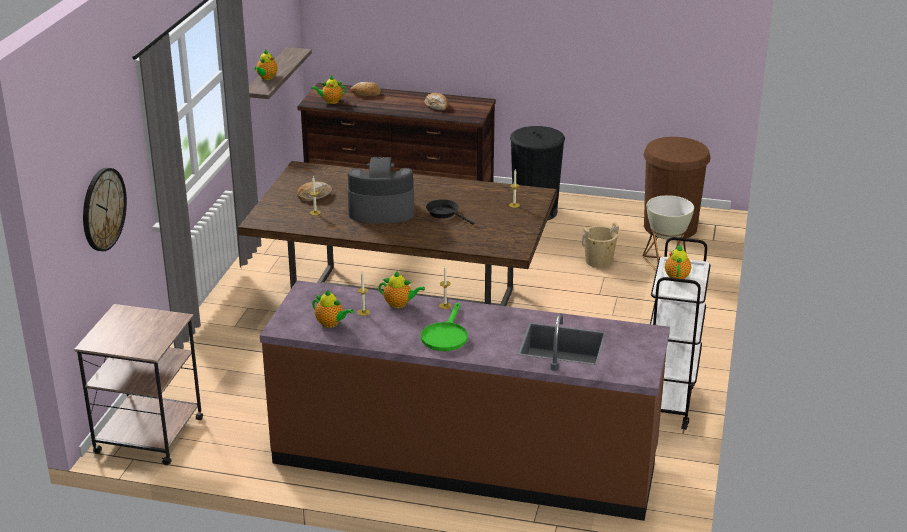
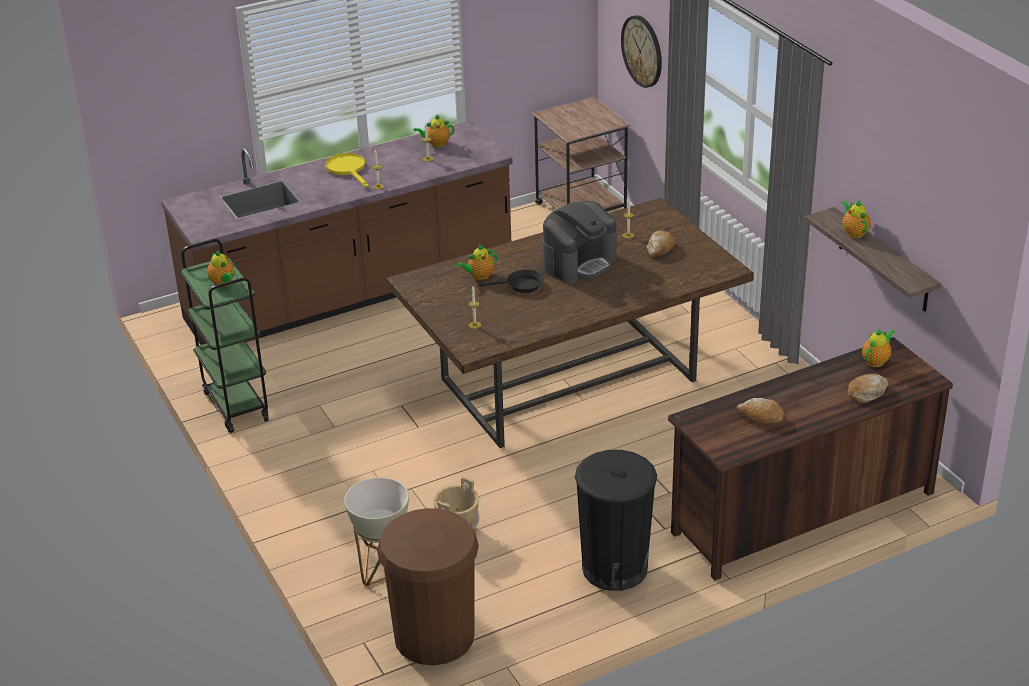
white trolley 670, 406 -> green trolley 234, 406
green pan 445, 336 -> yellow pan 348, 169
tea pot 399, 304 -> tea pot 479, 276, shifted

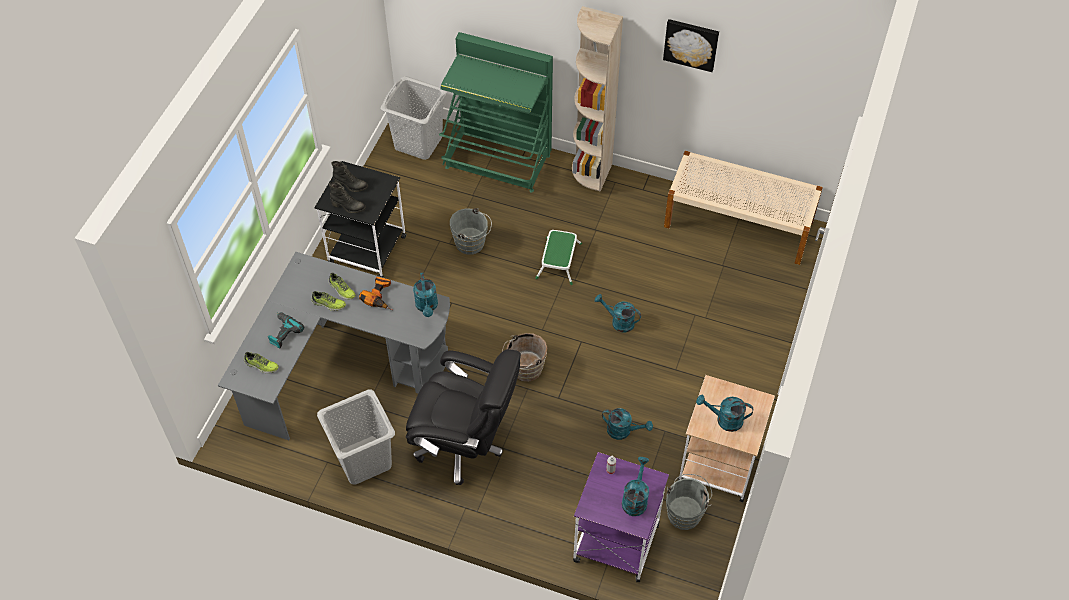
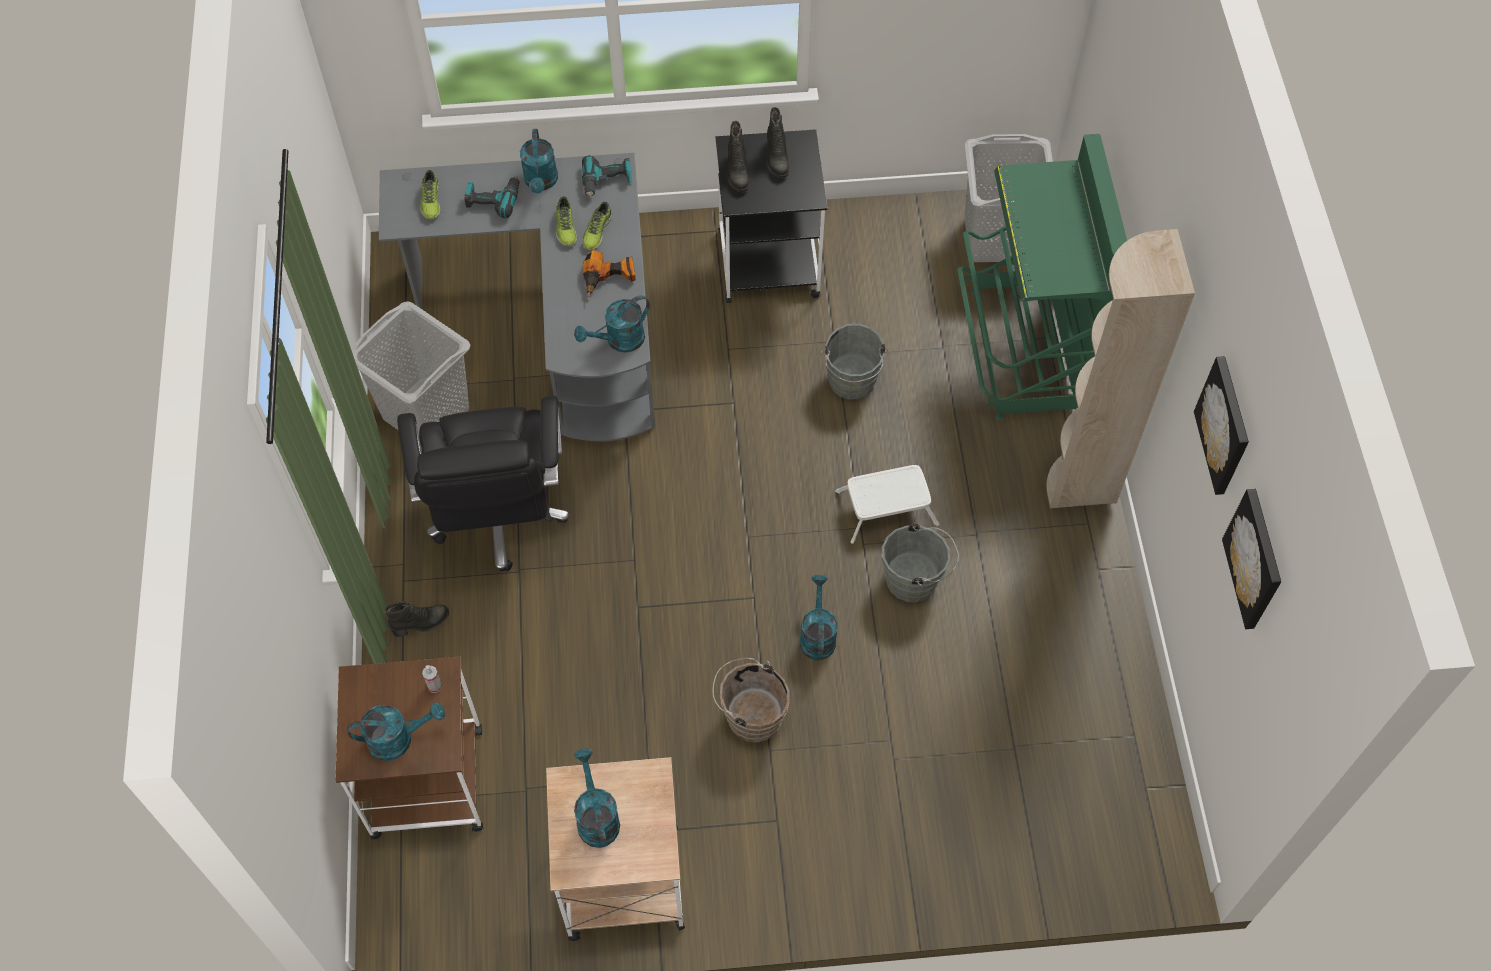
purplish trolley 615, 541 -> brown trolley 427, 780
none -> black boot 421, 624
turquoise-coloured watering can 623, 431 -> turquoise-coloured watering can 541, 182, shifted
none -> drill 607, 182
brown bucket 524, 369 -> brown bucket 750, 715, shifted
green step stool 558, 260 -> white step stool 886, 507
greyish bucket 685, 512 -> greyish bucket 915, 580, shifted
none -> picture 1256, 559
beige long seat 738, 223 -> none

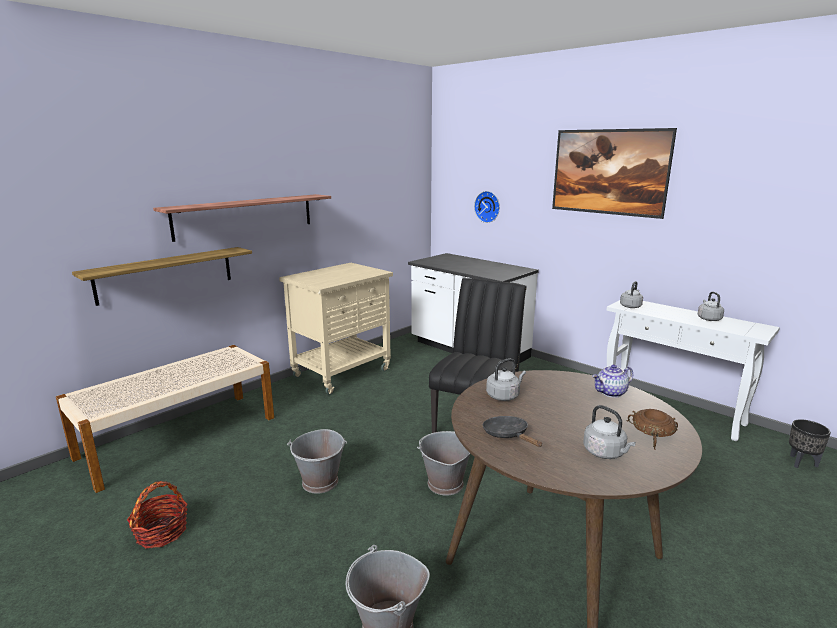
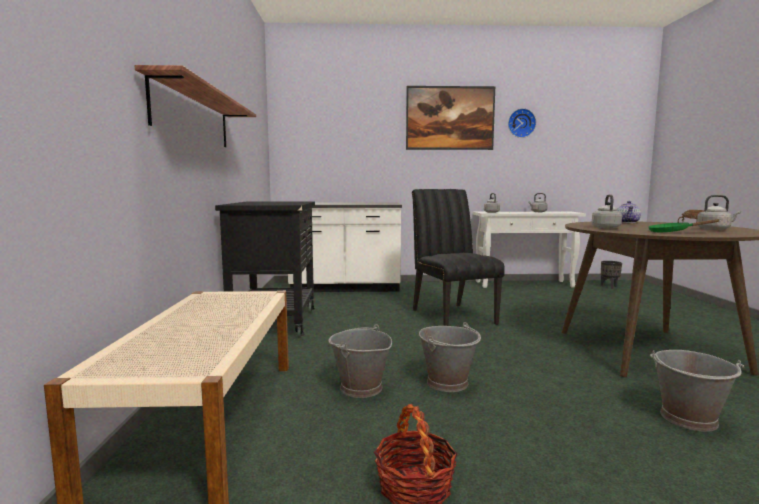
beige trolley 342, 373 -> black trolley 275, 323
greyish bucket 444, 484 -> greyish bucket 360, 388, shifted
hanging clock 488, 206 -> hanging clock 521, 123, shifted
black pan 508, 435 -> green pan 672, 232
wall shelf 166, 274 -> none

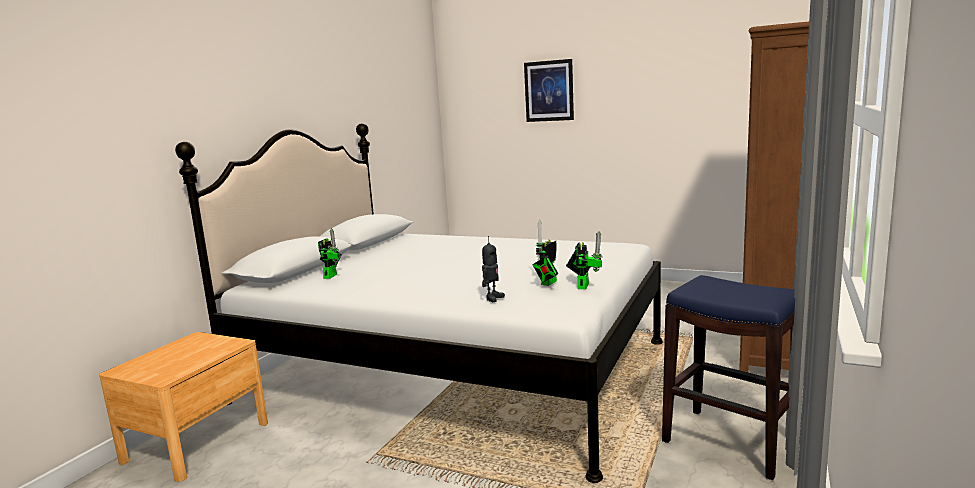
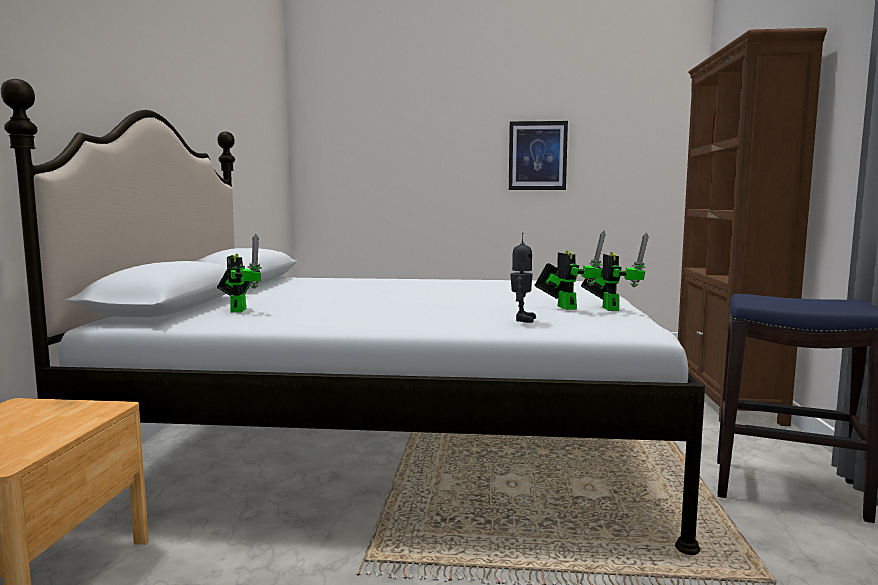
picture 549, 91 -> picture 537, 156, shifted
robot figure 547, 283 -> robot figure 565, 307, 150 degrees clockwise

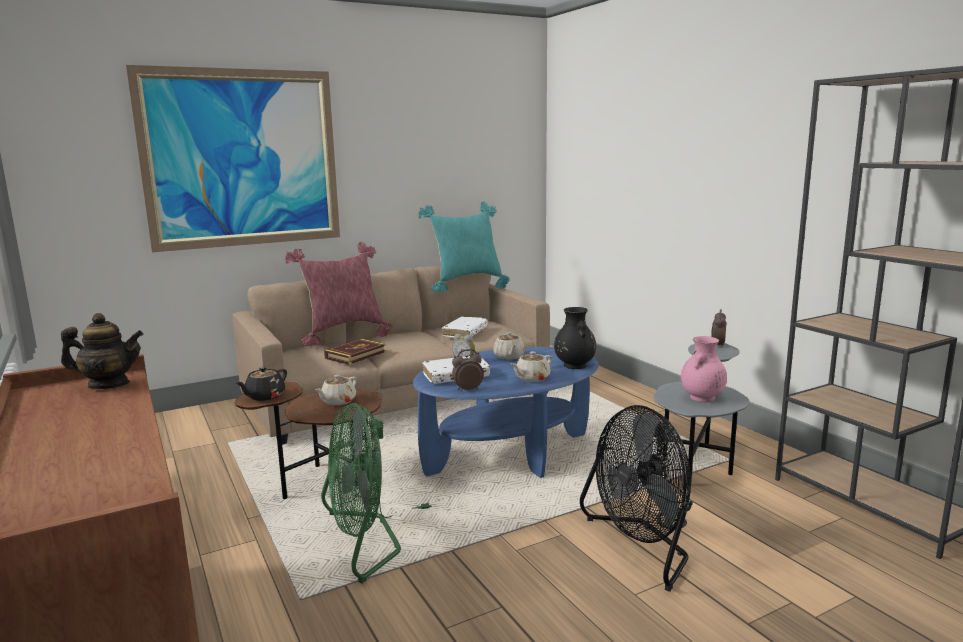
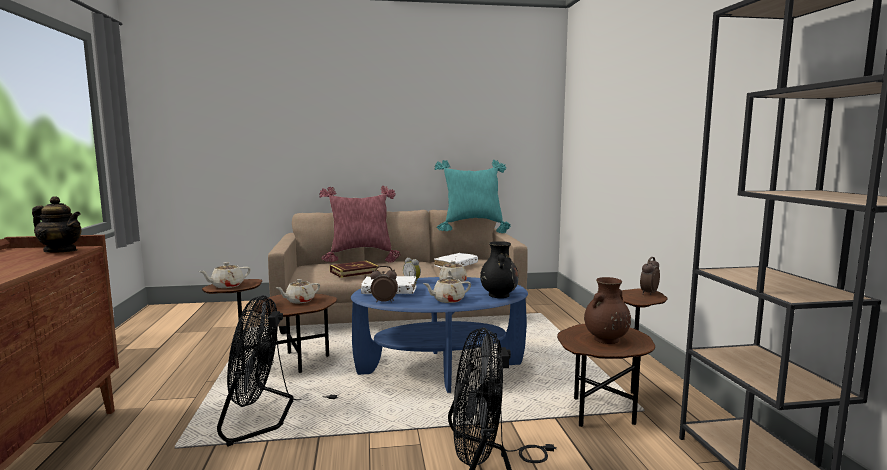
black tea pot 264, 396 -> beige tea pot 226, 286
green electric fan 370, 537 -> black electric fan 271, 412
greyish side table 698, 461 -> brown side table 610, 406
pinkish decorative vase 702, 398 -> brown decorative vase 605, 339
picture 242, 159 -> none

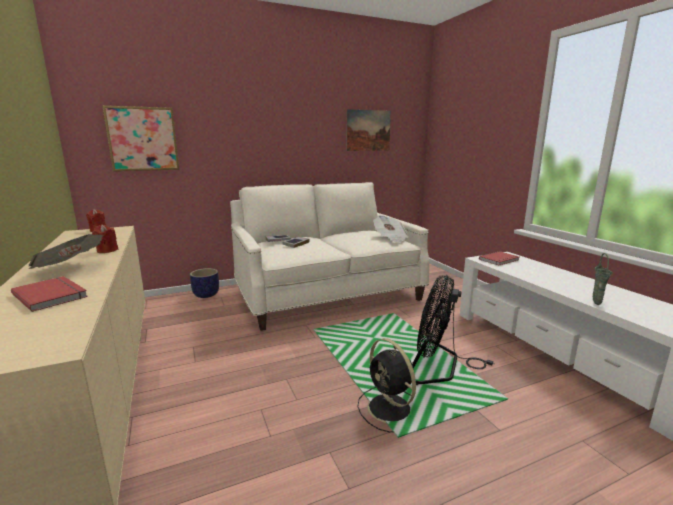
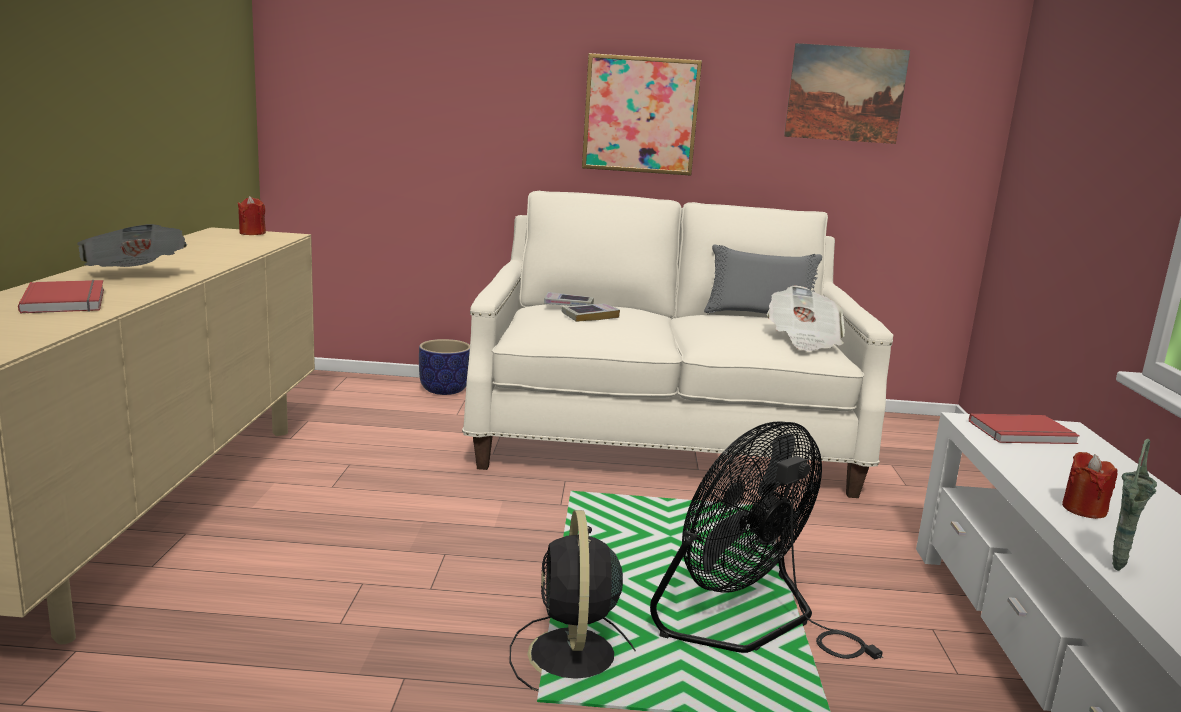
picture 143, 139 -> picture 640, 115, shifted
none -> greyish pillow 758, 316
red wax candle 107, 250 -> red wax candle 1084, 509, shifted

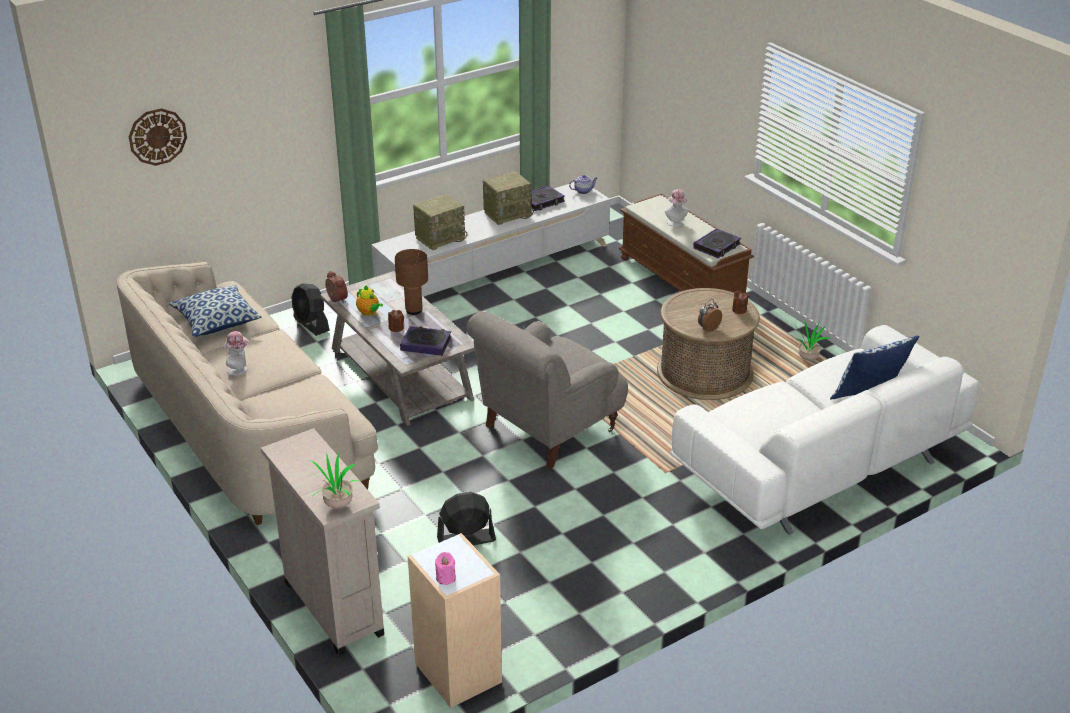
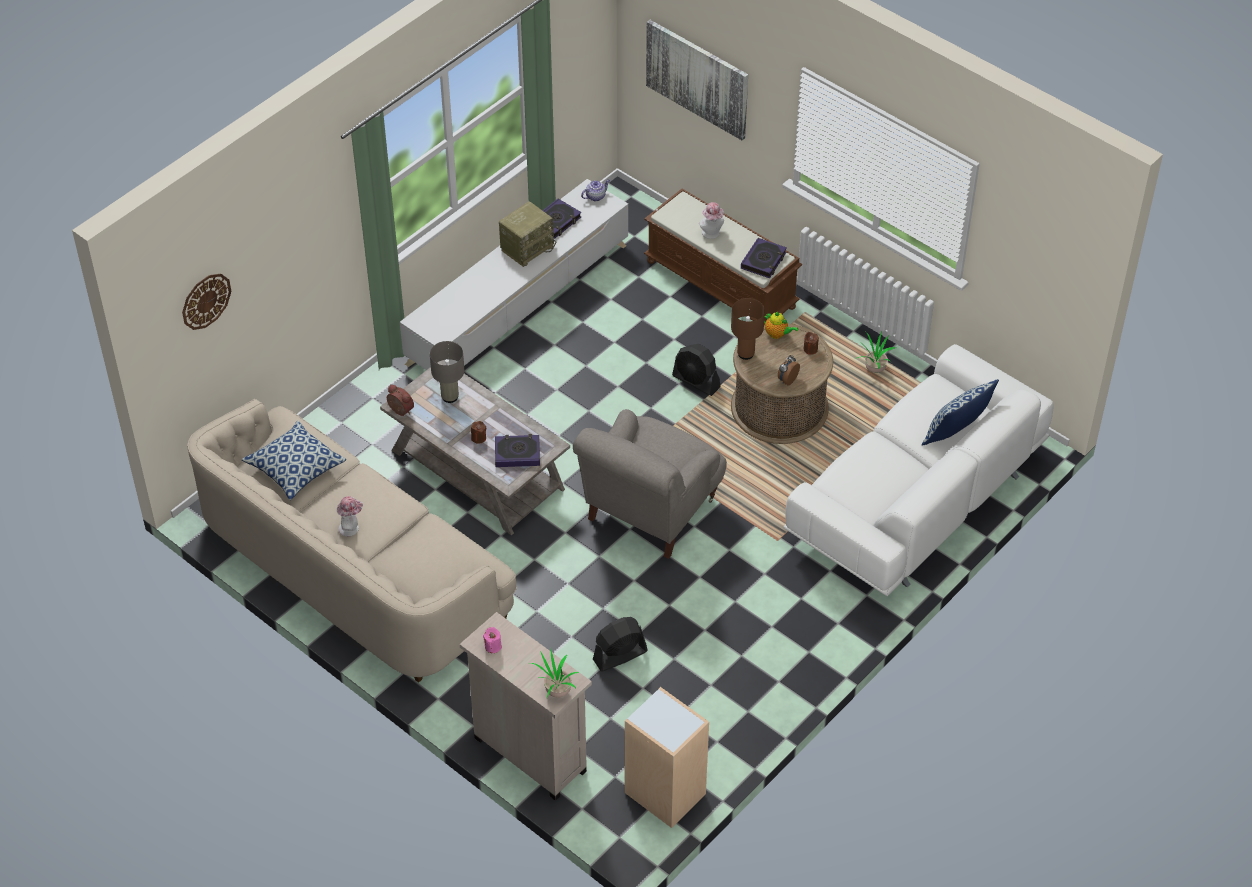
none -> greyish tabletop lamp 449, 396
pinkish wax candle 445, 578 -> pinkish wax candle 493, 646, shifted
none -> picture 697, 78
black electric fan 311, 324 -> black electric fan 696, 381, shifted
brown tabletop lamp 413, 311 -> brown tabletop lamp 745, 354, shifted
tea pot 369, 313 -> tea pot 777, 334, shifted
radio set 440, 238 -> none

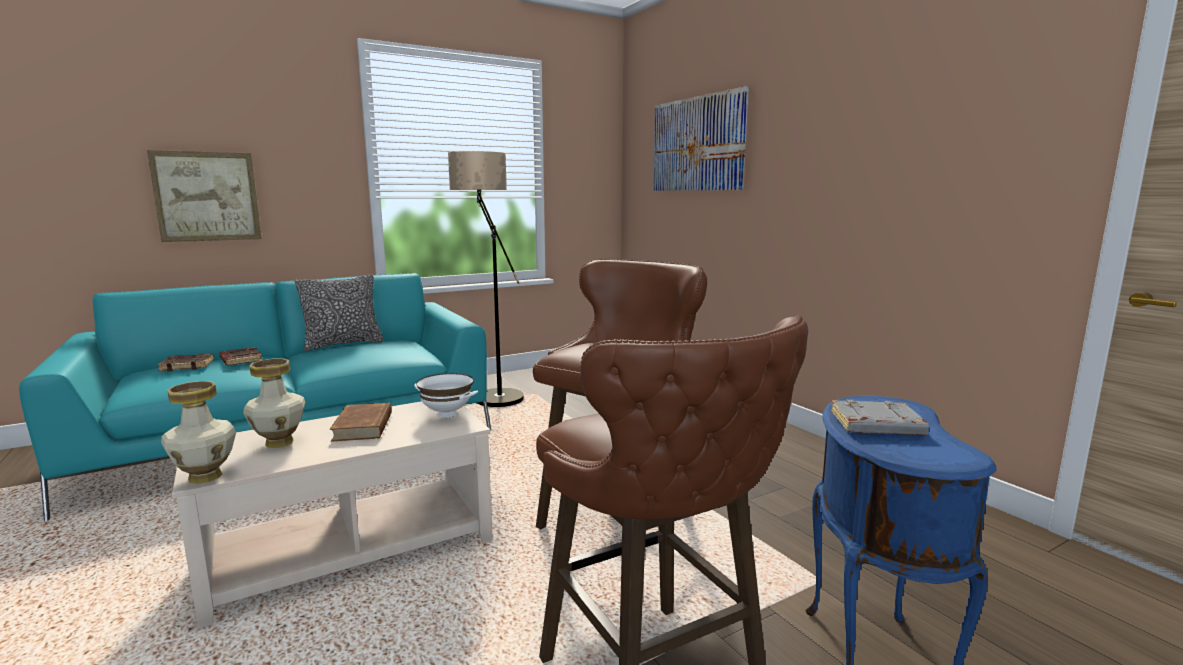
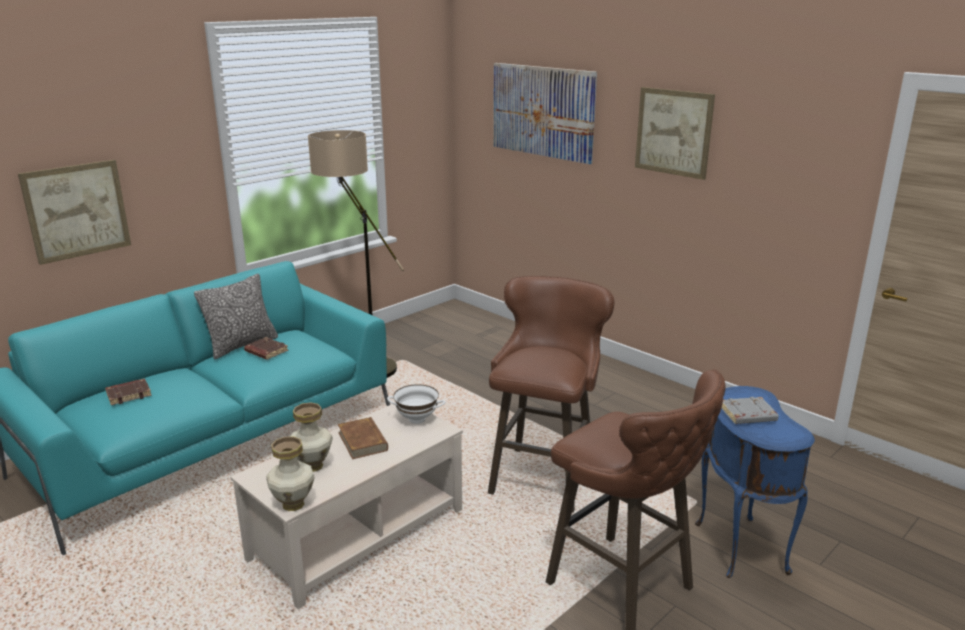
brown bound book 240, 360 -> brown bound book 265, 352, shifted
none -> picture 673, 132

